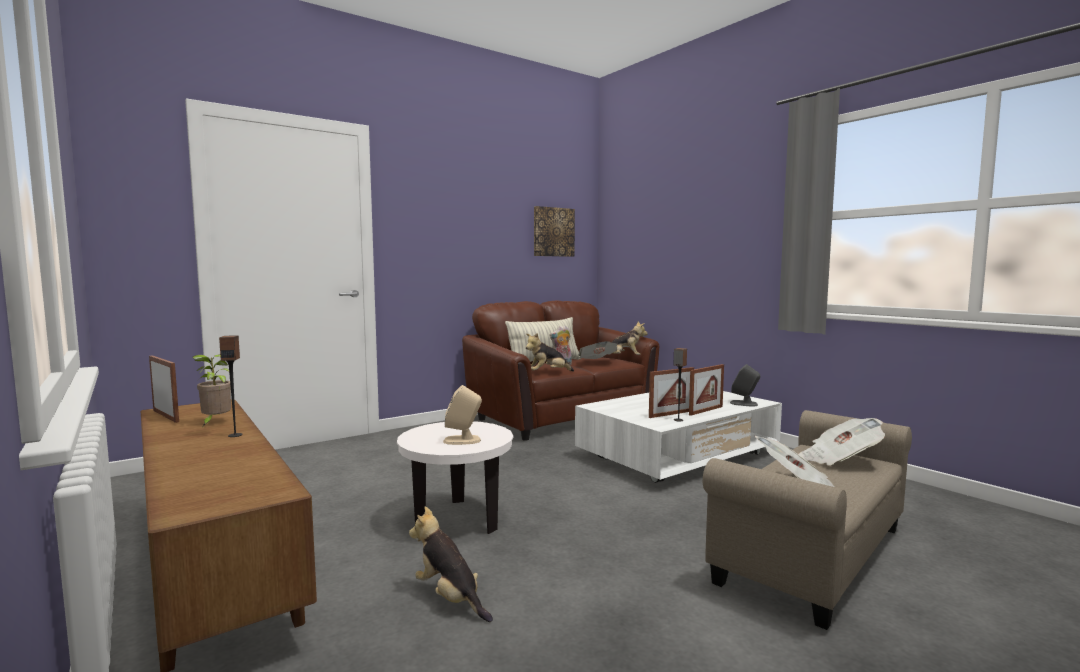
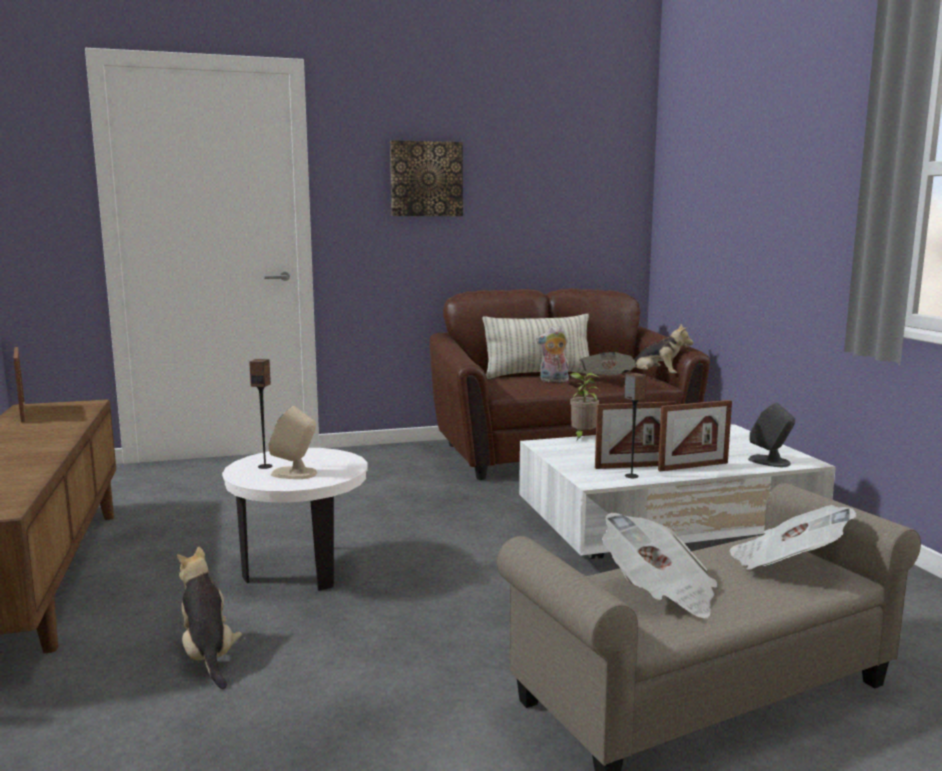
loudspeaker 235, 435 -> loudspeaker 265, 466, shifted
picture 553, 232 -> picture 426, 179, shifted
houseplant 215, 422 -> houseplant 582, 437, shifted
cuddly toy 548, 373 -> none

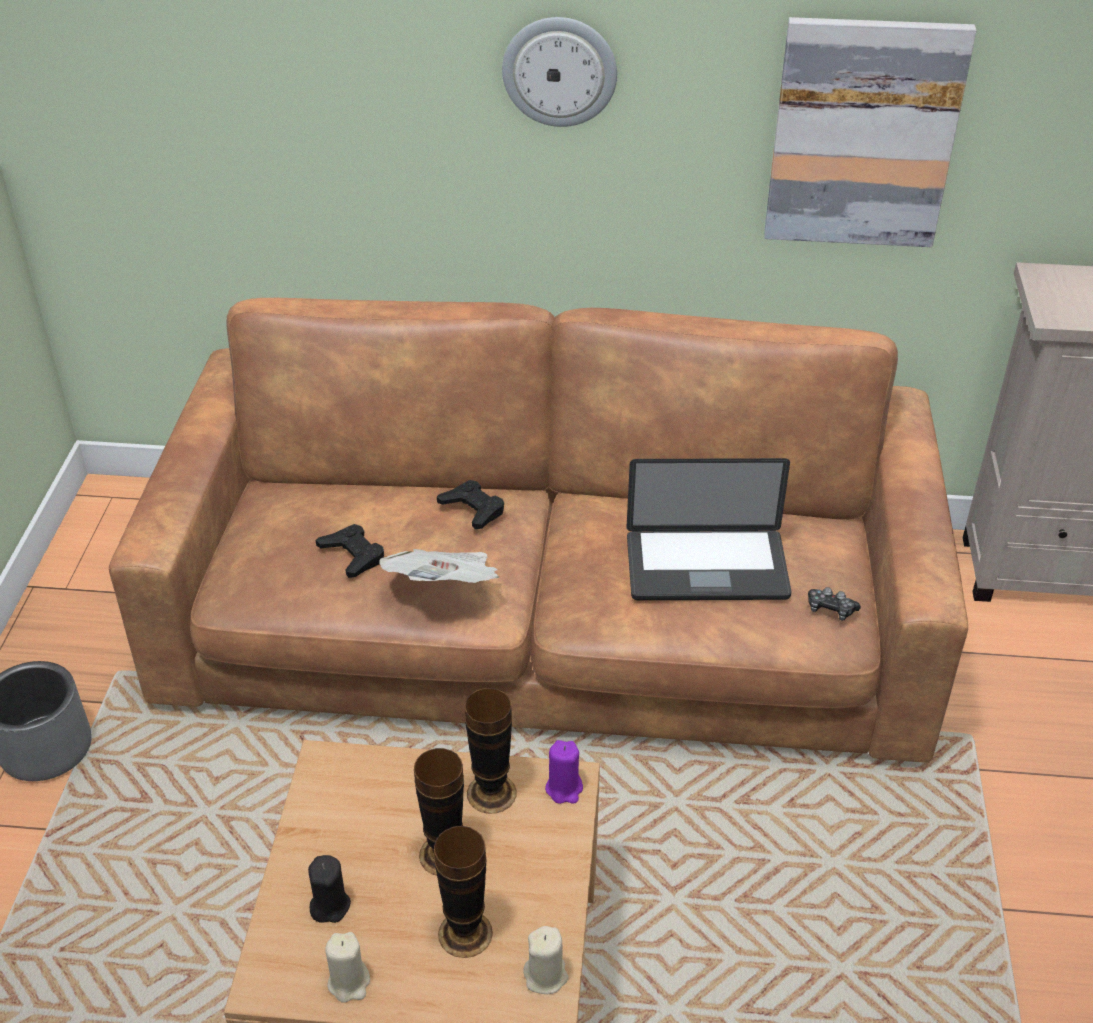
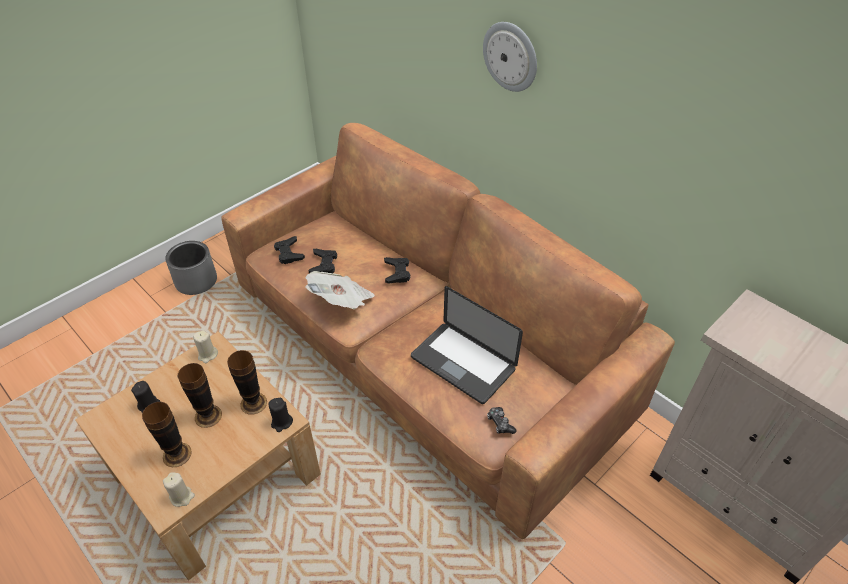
beige wax candle 349, 982 -> beige wax candle 207, 355, shifted
purplish wax candle 564, 788 -> black wax candle 281, 422
none -> black joypad 289, 253
picture 863, 134 -> none

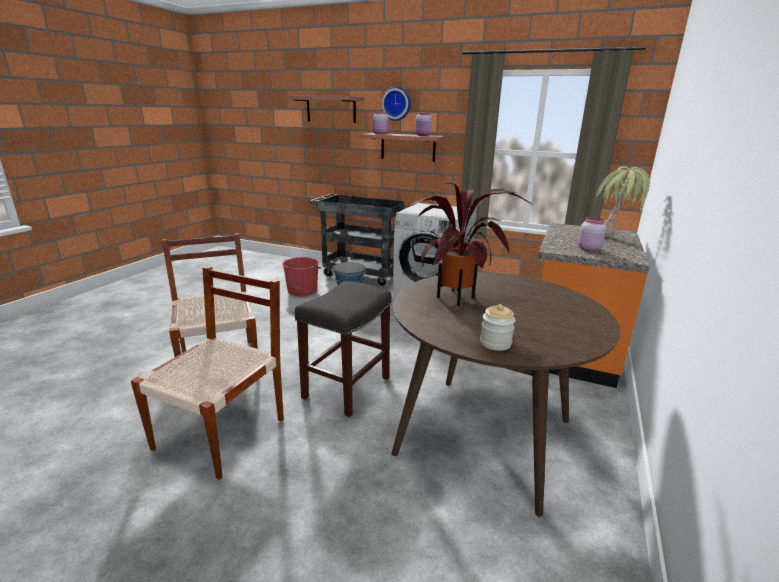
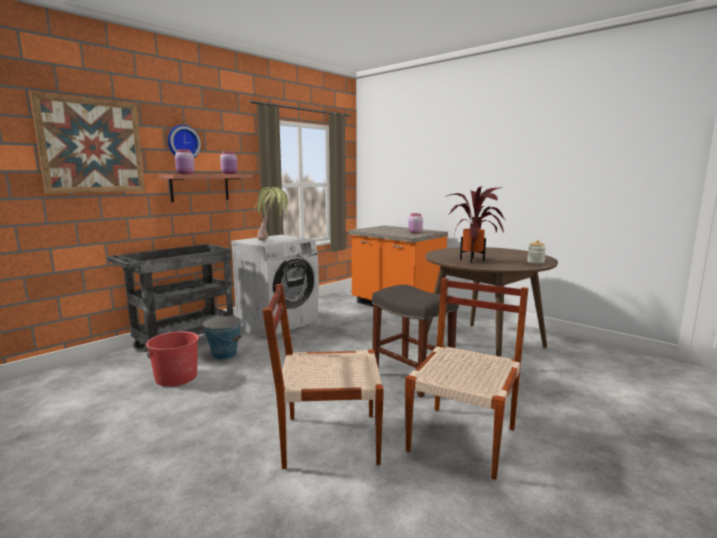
wall shelf 331, 109 -> picture 92, 146
houseplant 613, 241 -> houseplant 273, 240, shifted
upright chair 223, 432 -> upright chair 463, 438, 75 degrees clockwise

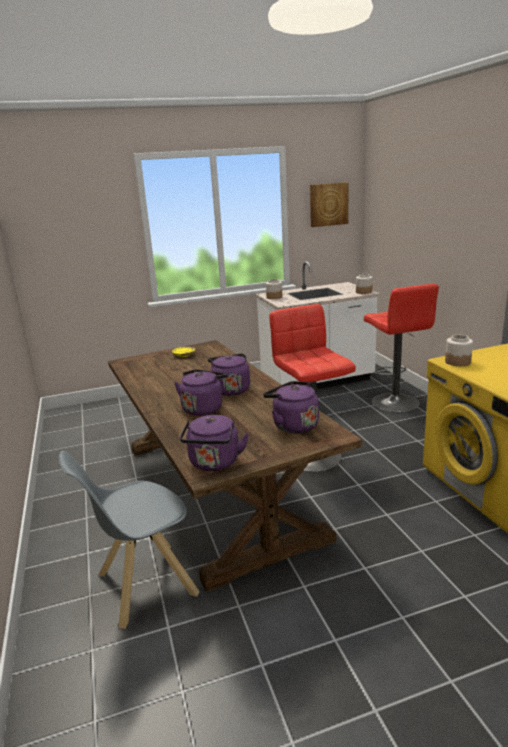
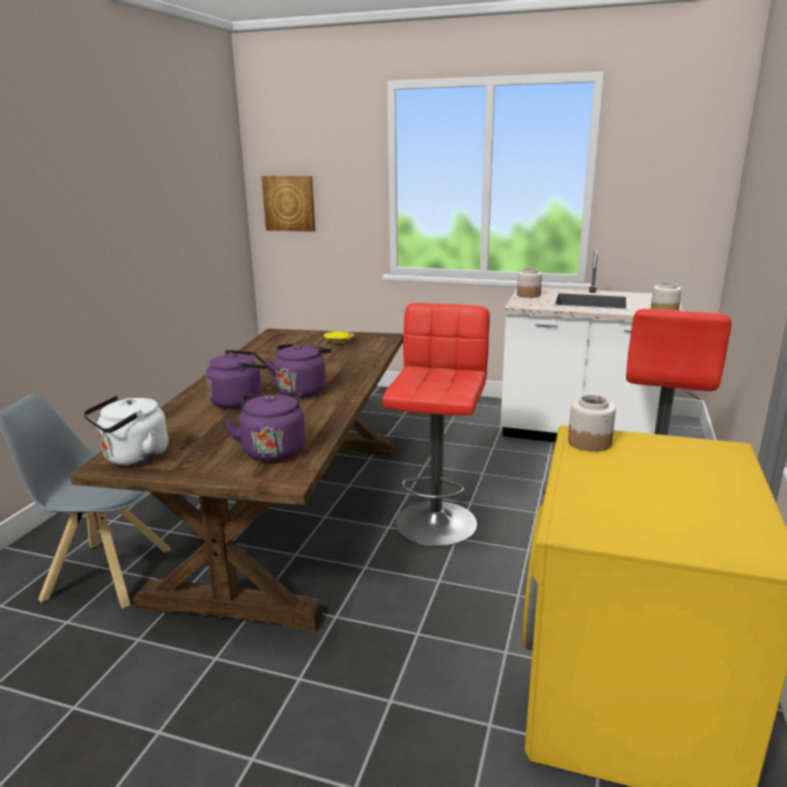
purplish tea kettle 214, 464 -> white tea kettle 133, 458
picture 328, 204 -> picture 289, 203, shifted

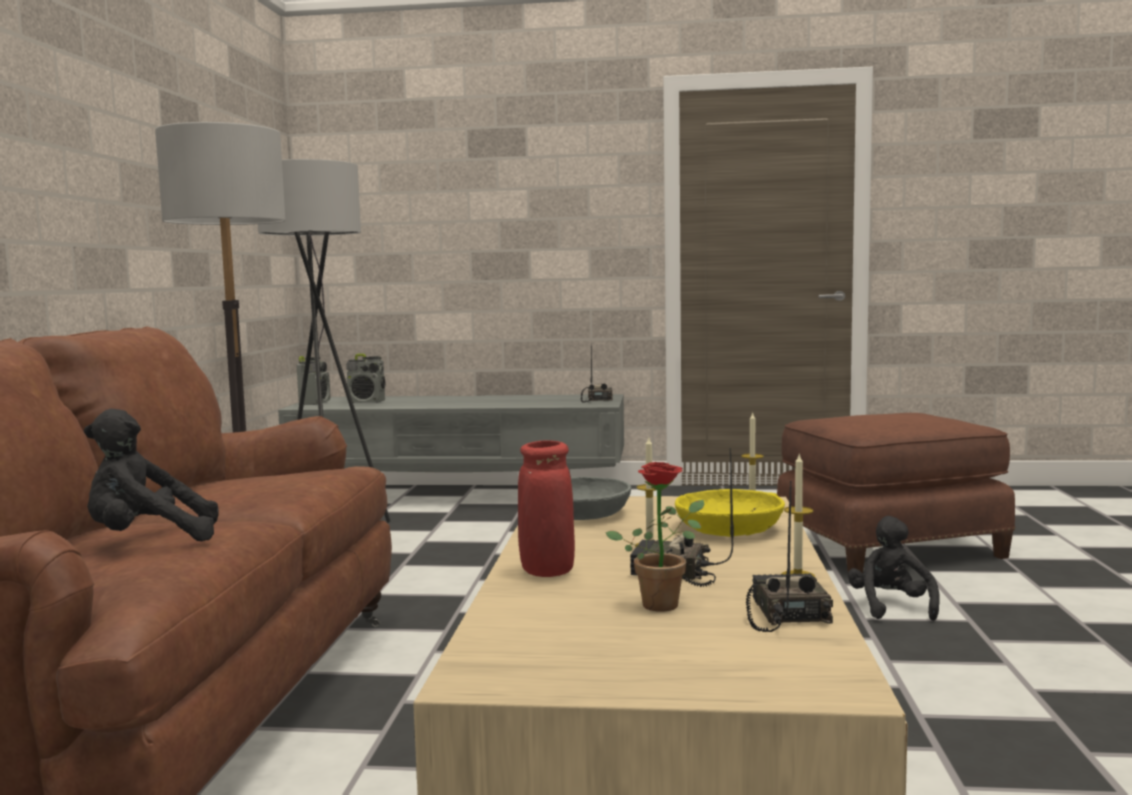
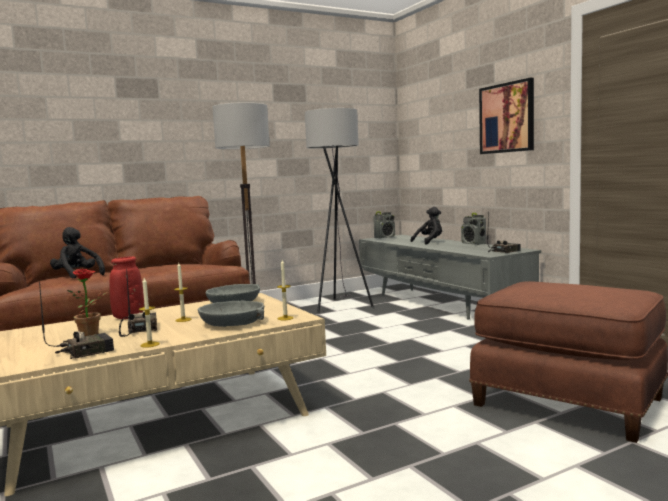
yellow deep dish 729, 528 -> greyish deep dish 233, 322
black cuddly toy 891, 607 -> black cuddly toy 429, 242, shifted
radio set 366, 402 -> radio set 473, 244, shifted
none -> picture 507, 118

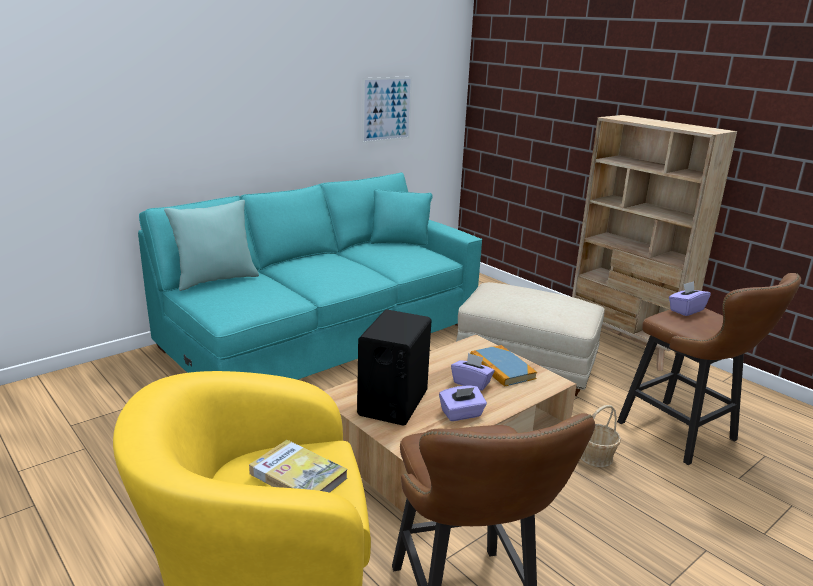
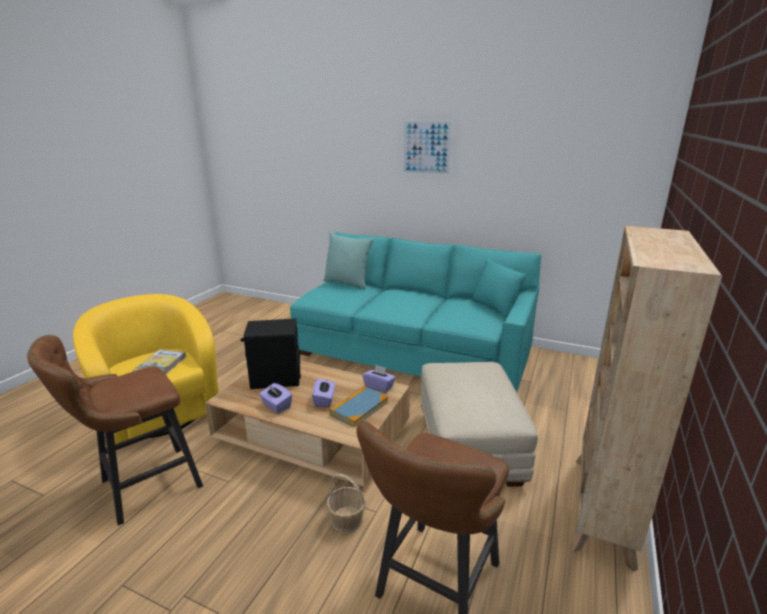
purplish box of tissues 686, 310 -> purplish box of tissues 379, 387, shifted
picture 387, 109 -> picture 426, 147, shifted

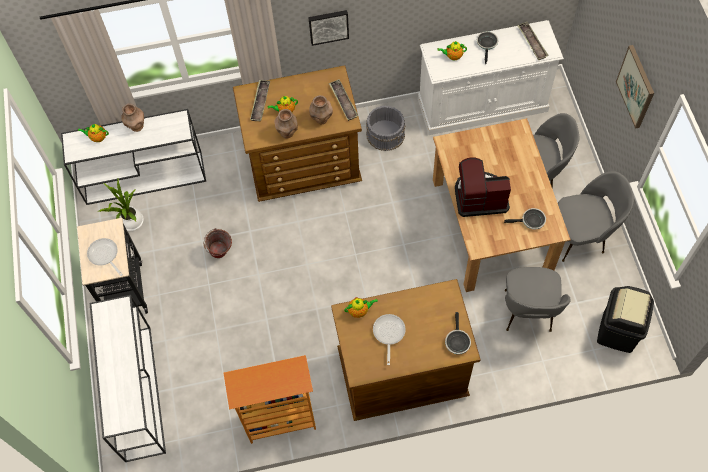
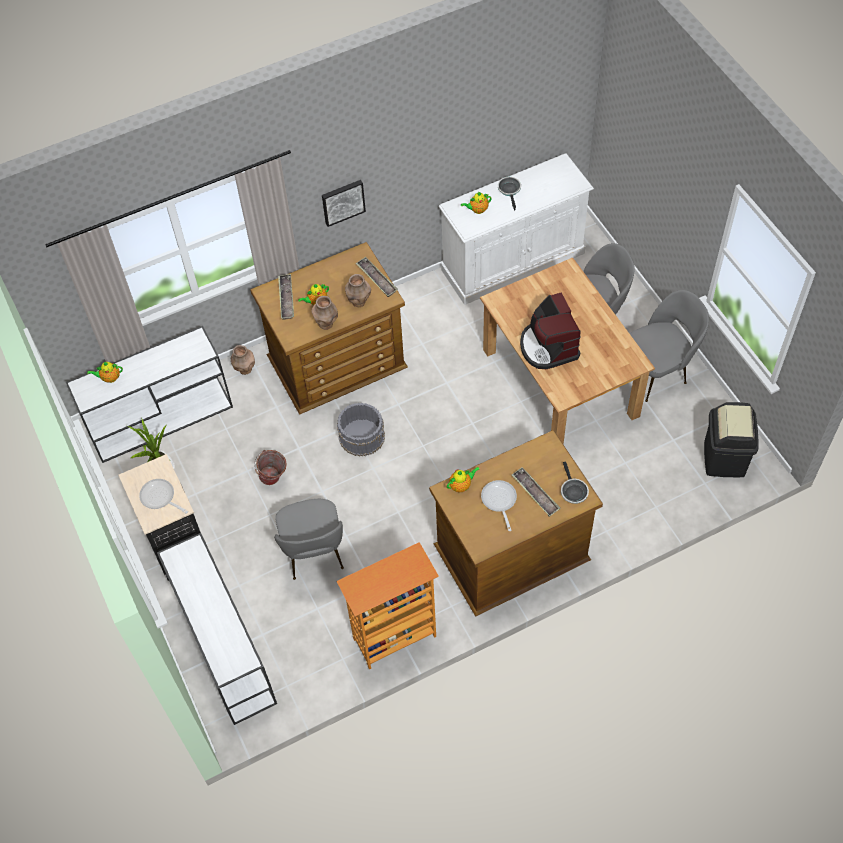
brown decorative vase 137, 127 -> brown decorative vase 245, 369, shifted
greyish upright chair 527, 315 -> greyish upright chair 314, 557, shifted
greyish bucket 385, 134 -> greyish bucket 362, 436, shifted
tray 532, 43 -> tray 535, 494, shifted
coffee brewer 480, 197 -> coffee brewer 548, 346, 90 degrees counterclockwise
pan 531, 221 -> none
picture 636, 86 -> none

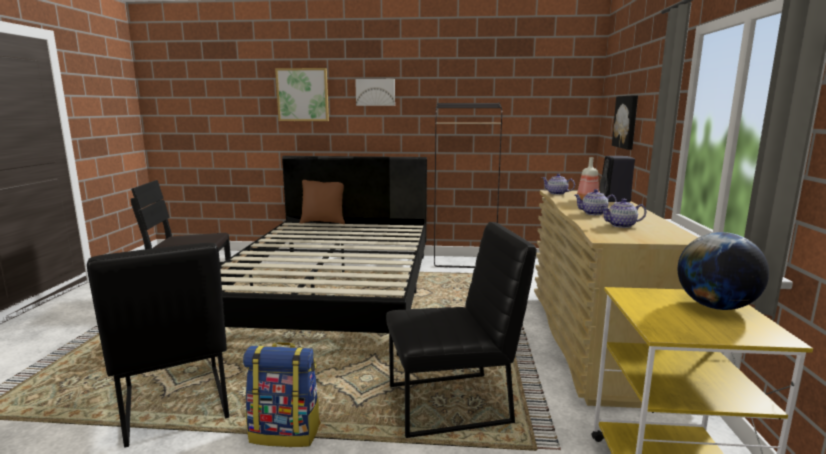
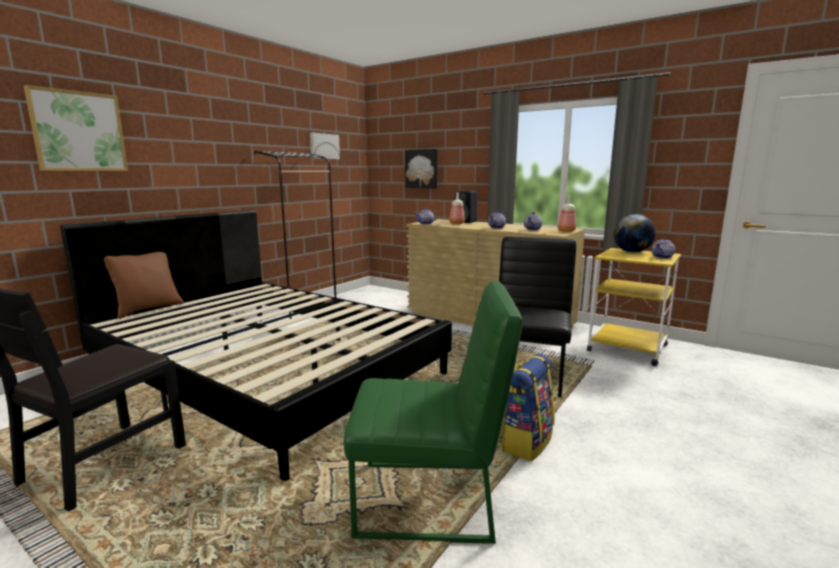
picture 375, 92 -> picture 324, 146, shifted
black upright chair 175, 405 -> green upright chair 429, 501
none -> drink bottle 565, 231
none -> tea pot 662, 257

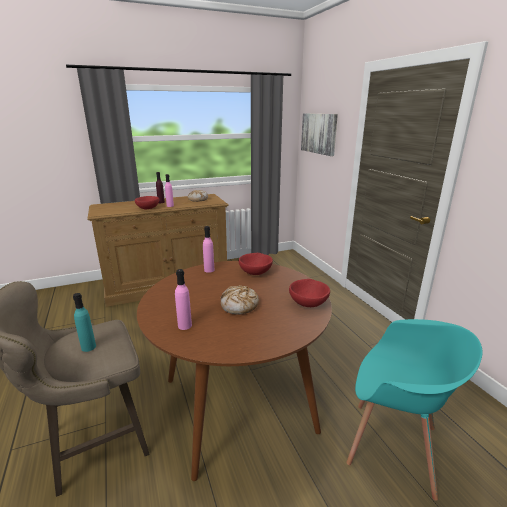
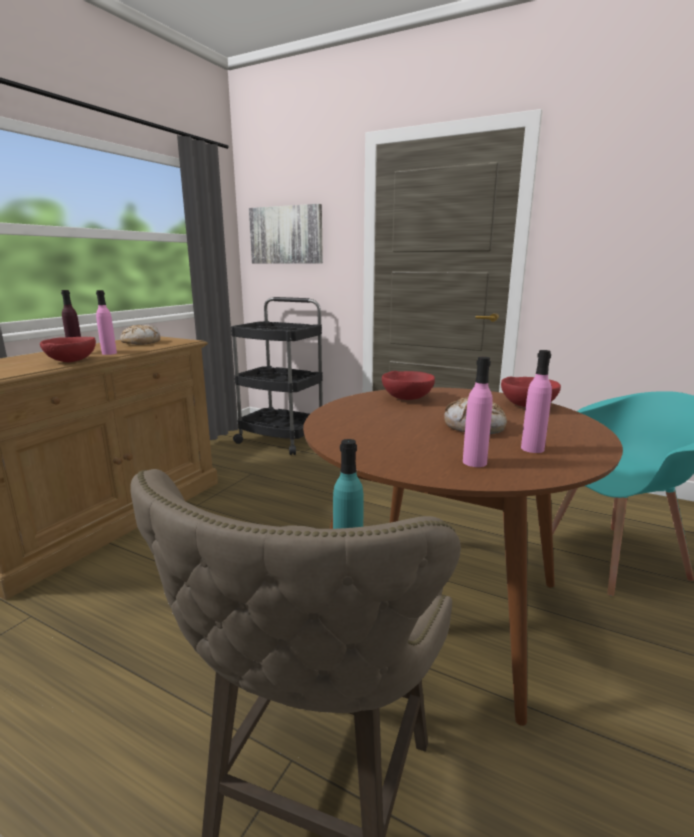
none -> black trolley 281, 439
pinkish drink bottle 209, 270 -> pinkish drink bottle 532, 449, shifted

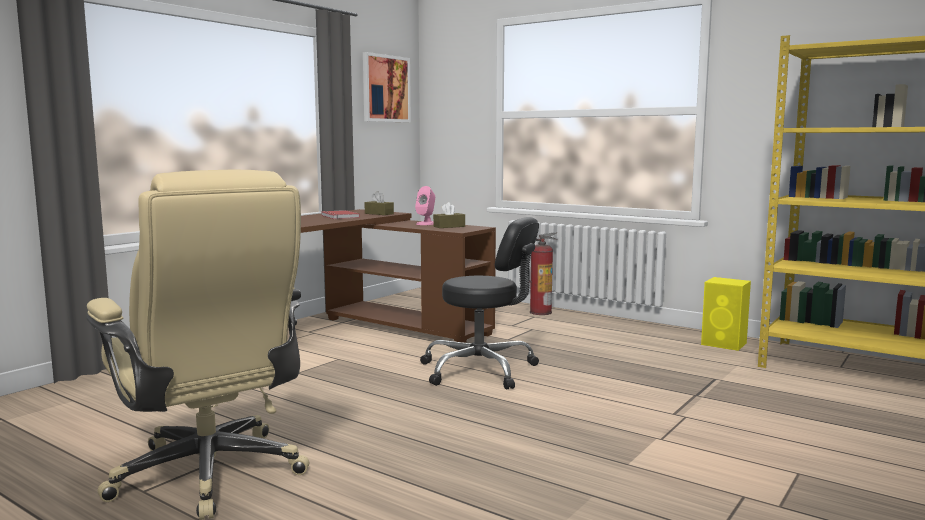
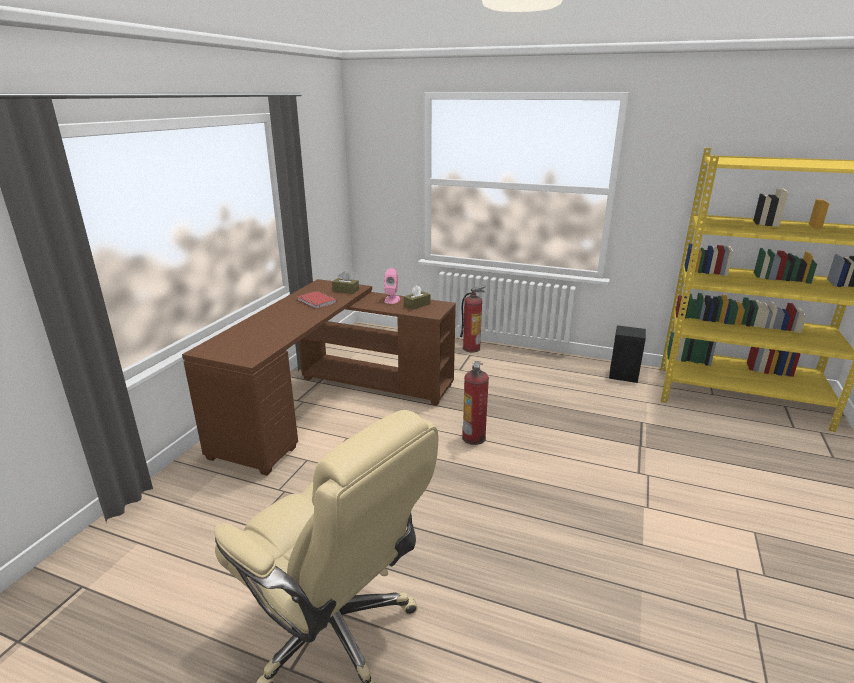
black computer chair 484, 371 -> fire extinguisher 474, 438
yellow loudspeaker 725, 344 -> black loudspeaker 624, 375
picture 385, 88 -> none

